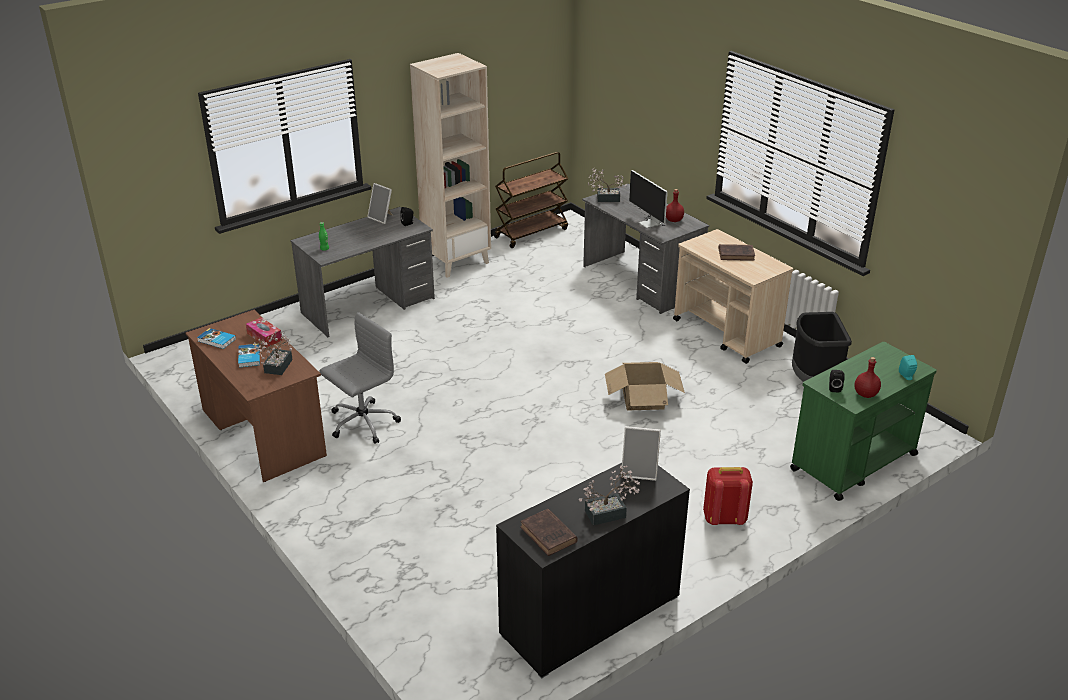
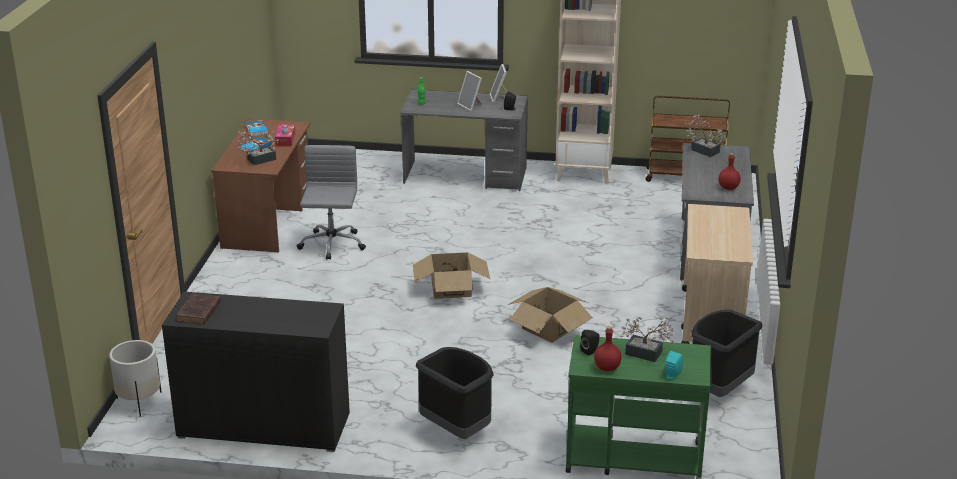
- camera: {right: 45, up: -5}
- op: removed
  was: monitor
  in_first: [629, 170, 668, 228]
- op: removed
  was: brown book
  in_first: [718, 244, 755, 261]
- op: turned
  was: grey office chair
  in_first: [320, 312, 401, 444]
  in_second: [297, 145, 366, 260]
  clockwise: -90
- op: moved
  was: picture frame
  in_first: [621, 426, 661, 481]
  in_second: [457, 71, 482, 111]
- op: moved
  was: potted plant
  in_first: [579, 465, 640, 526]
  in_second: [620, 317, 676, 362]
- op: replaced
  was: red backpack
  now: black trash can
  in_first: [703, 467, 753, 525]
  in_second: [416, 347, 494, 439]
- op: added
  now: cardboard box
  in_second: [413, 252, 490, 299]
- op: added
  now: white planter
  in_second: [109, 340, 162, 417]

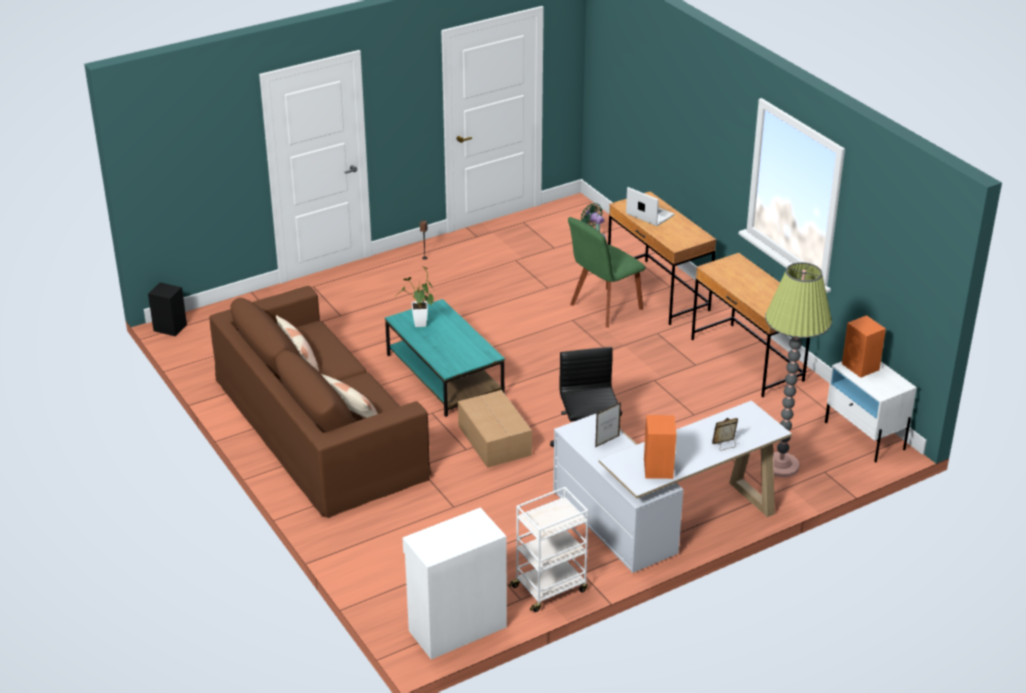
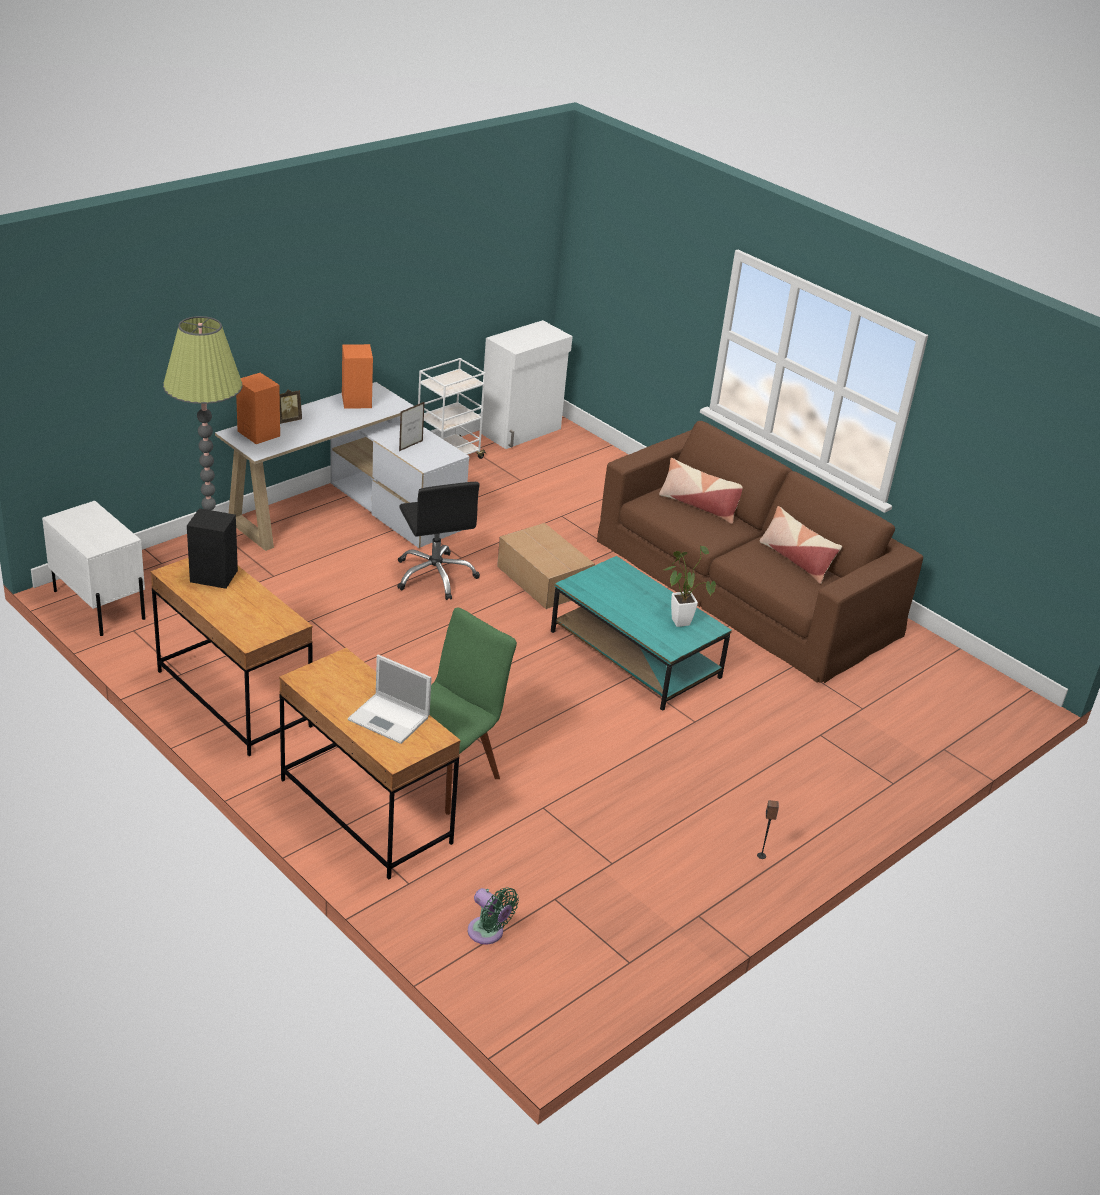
- camera: {right: 165, up: 0}
- op: moved
  was: black speaker
  in_first: [148, 282, 187, 336]
  in_second: [187, 508, 238, 589]
- op: moved
  was: orange speaker
  in_first: [842, 315, 886, 378]
  in_second: [236, 373, 280, 444]

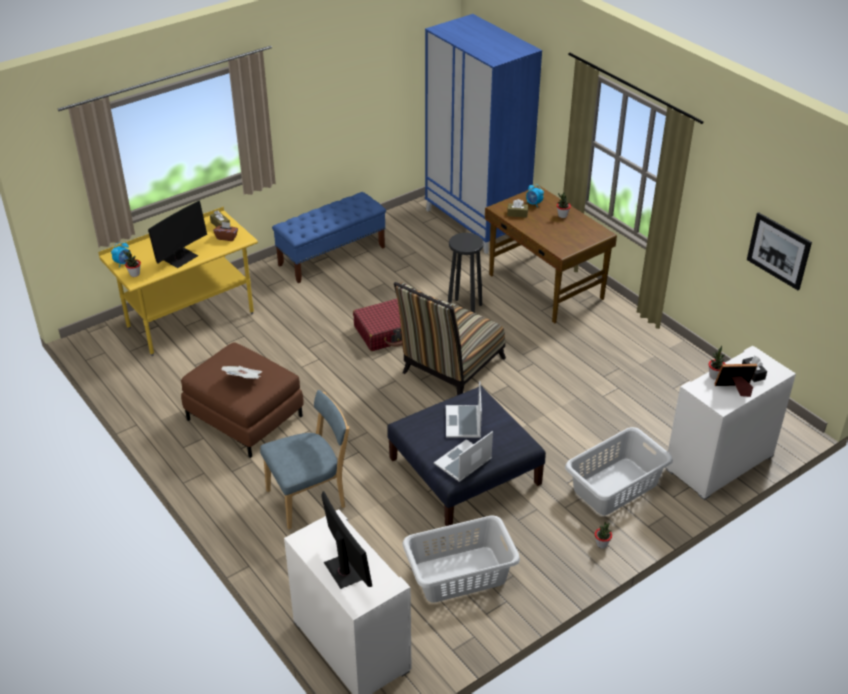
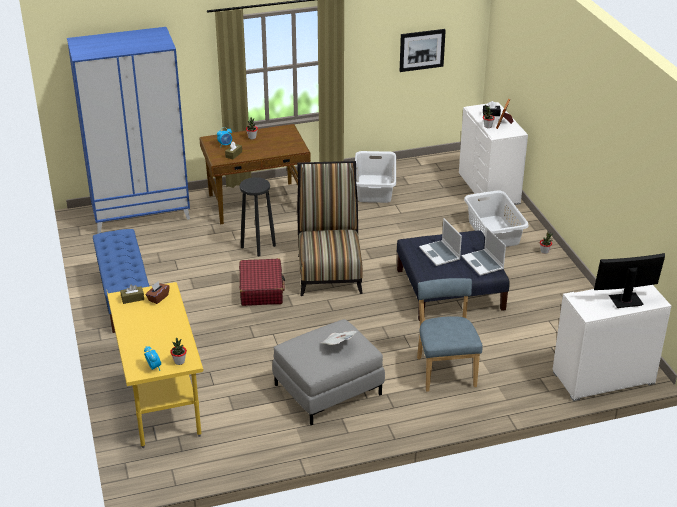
- camera: {right: -70, up: -5}
- op: removed
  was: monitor
  in_first: [148, 201, 207, 268]
- op: turned
  was: chair
  in_first: [394, 282, 506, 395]
  in_second: [297, 161, 363, 296]
  clockwise: -150
- op: recoloured
  was: brown ottoman
  now: grey ottoman
  in_first: [181, 342, 304, 458]
  in_second: [272, 319, 385, 425]
- op: turned
  was: laptop
  in_first: [446, 380, 482, 438]
  in_second: [419, 218, 462, 266]
  clockwise: 45
- op: moved
  was: grey laundry basket
  in_first: [402, 516, 520, 603]
  in_second: [355, 151, 396, 203]

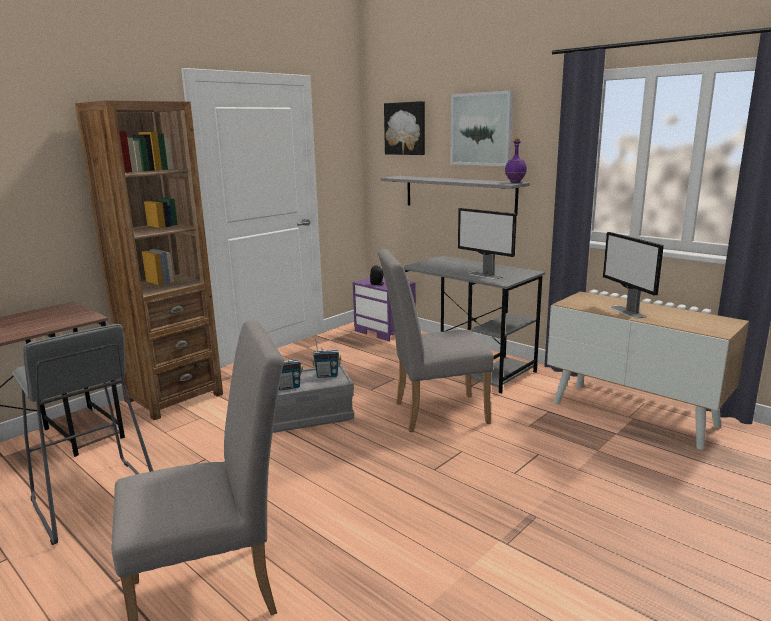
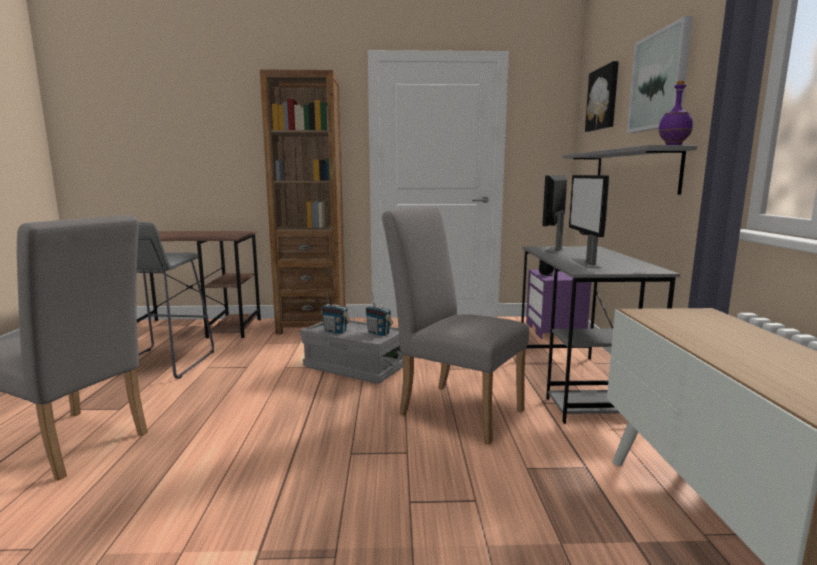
- camera: {right: 45, up: -5}
- op: moved
  was: monitor
  in_first: [603, 232, 664, 319]
  in_second: [542, 175, 567, 253]

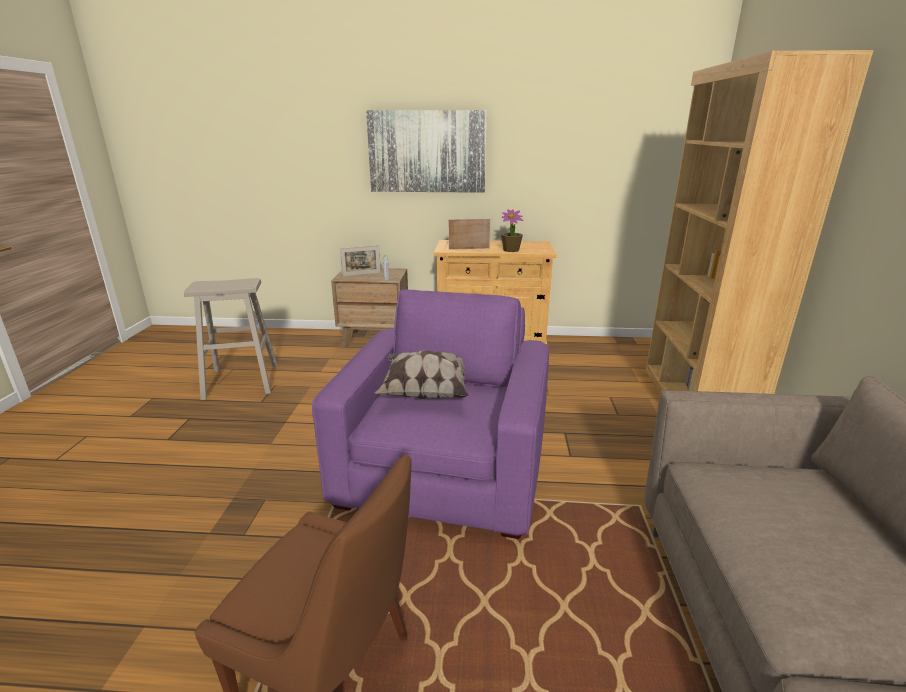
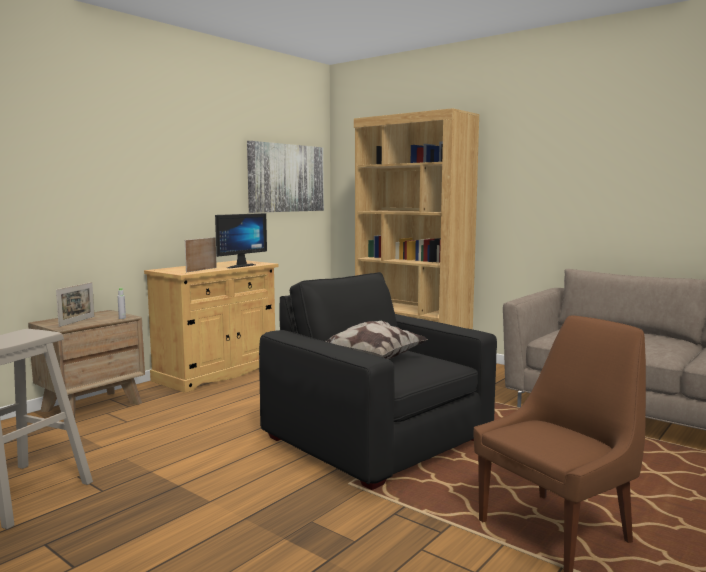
- camera: {right: -55, up: -15}
- op: moved
  was: picture
  in_first: [366, 110, 487, 193]
  in_second: [247, 141, 324, 213]
- op: replaced
  was: potted plant
  now: monitor
  in_first: [501, 209, 523, 252]
  in_second: [215, 213, 267, 268]
- op: recoloured
  was: purple armchair
  now: black armchair
  in_first: [312, 289, 549, 539]
  in_second: [259, 272, 497, 490]

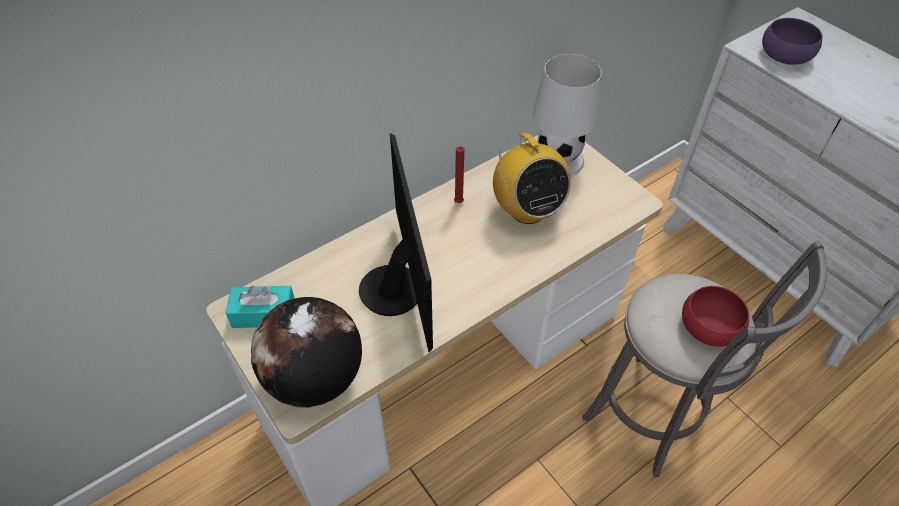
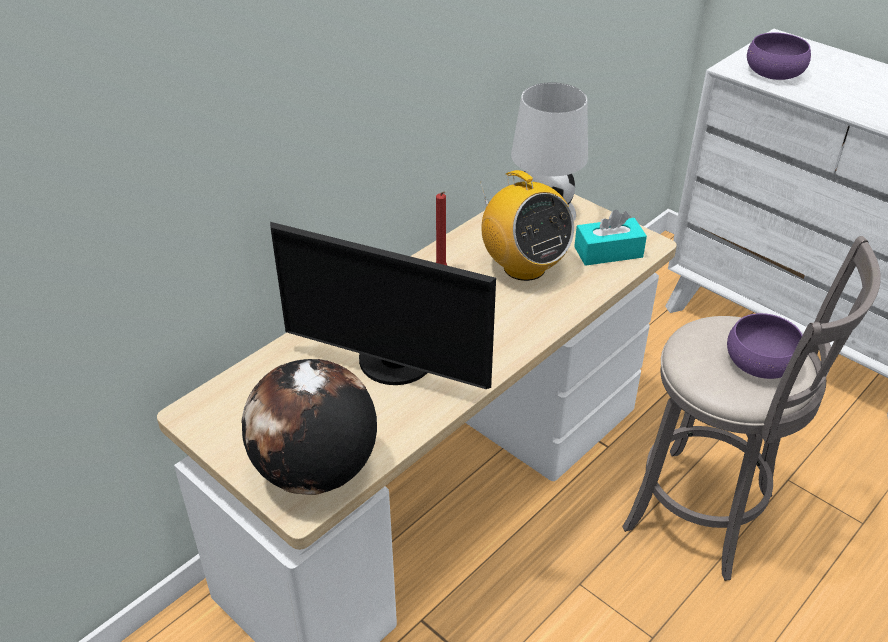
- camera: {right: -10, up: -10}
- op: turned
  was: monitor
  in_first: [359, 133, 433, 352]
  in_second: [270, 222, 496, 389]
  clockwise: 135
- op: moved
  was: turquoise tissue box
  in_first: [226, 286, 295, 328]
  in_second: [574, 209, 647, 266]
- op: recoloured
  was: red bowl
  now: purple bowl
  in_first: [682, 286, 749, 347]
  in_second: [727, 313, 802, 379]

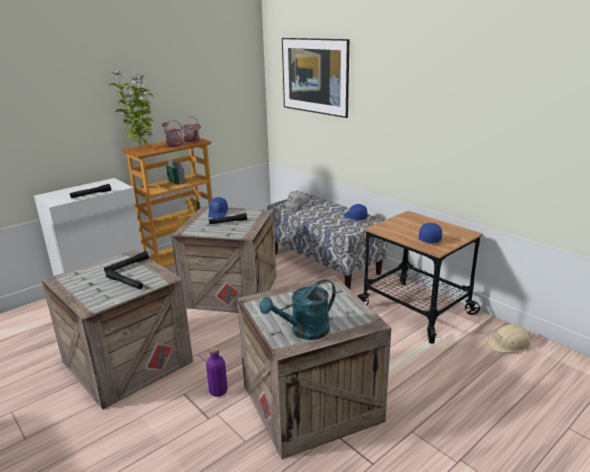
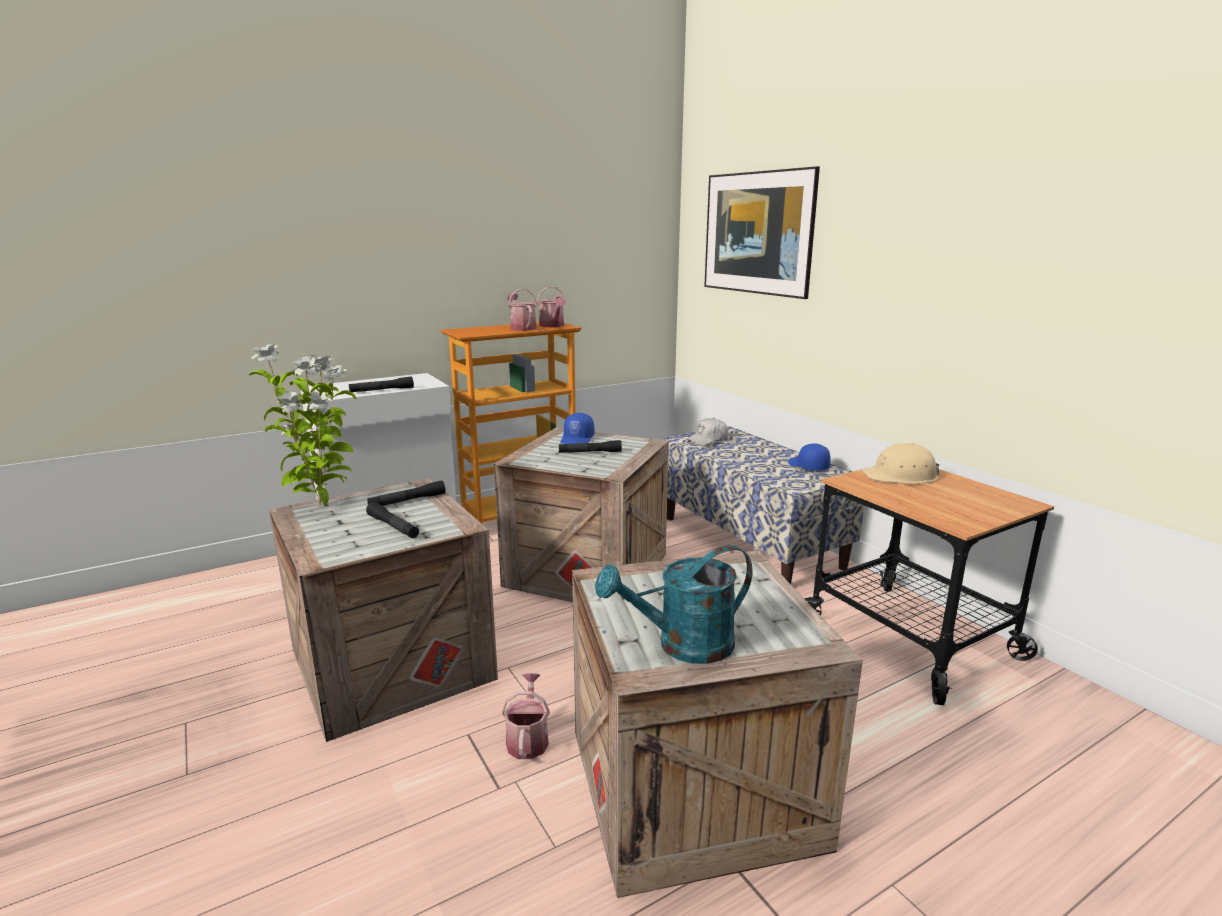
- camera: {right: 10, up: -5}
- op: moved
  was: potted plant
  in_first: [109, 70, 154, 148]
  in_second: [249, 344, 356, 506]
- op: removed
  was: blue cap
  in_first: [419, 223, 442, 243]
- op: moved
  was: beige hard hat
  in_first: [486, 324, 531, 353]
  in_second: [862, 443, 939, 484]
- op: replaced
  was: purple bottle
  now: watering can
  in_first: [206, 347, 228, 397]
  in_second: [502, 673, 550, 759]

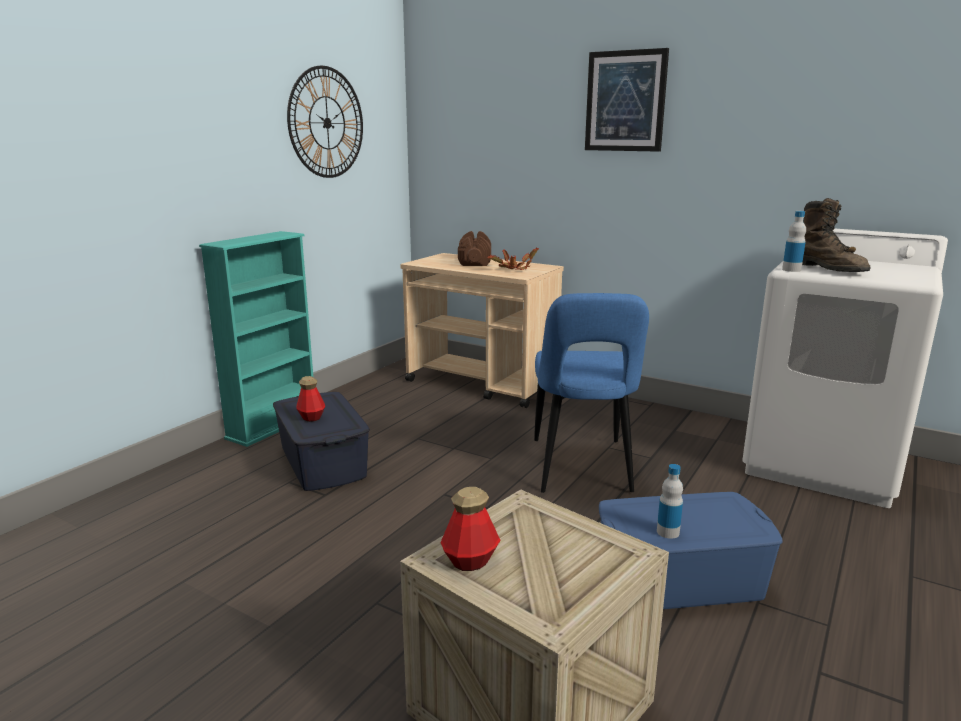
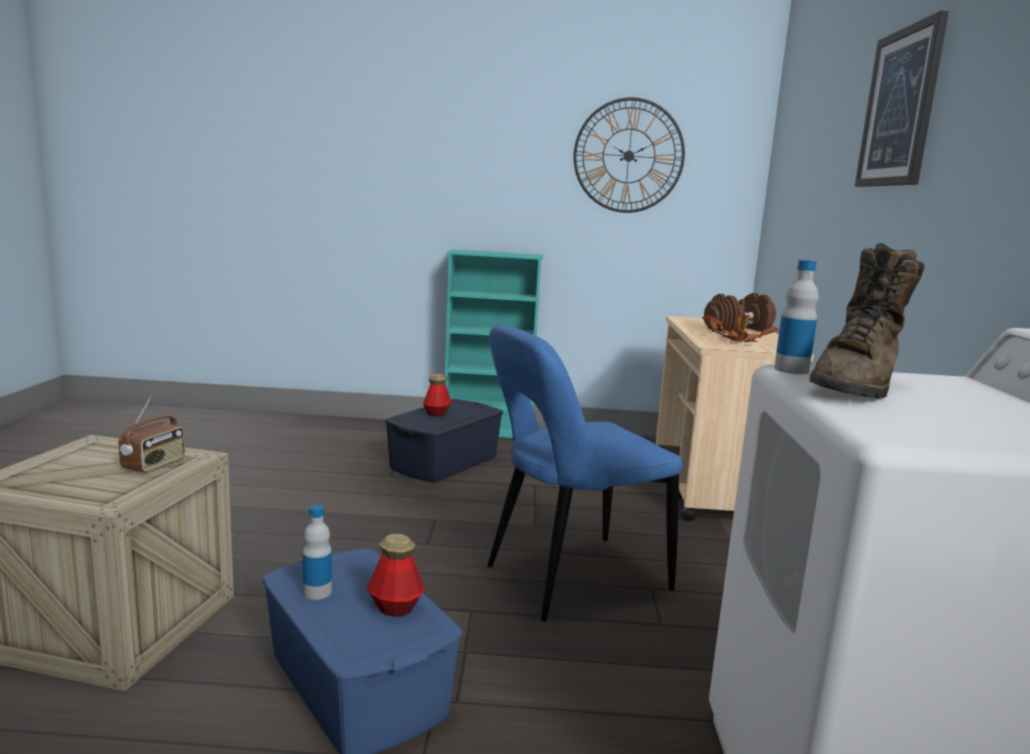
- camera: {right: 60, up: -5}
- op: moved
  was: bottle
  in_first: [440, 487, 501, 571]
  in_second: [366, 534, 425, 617]
- op: added
  now: radio
  in_second: [118, 396, 185, 473]

